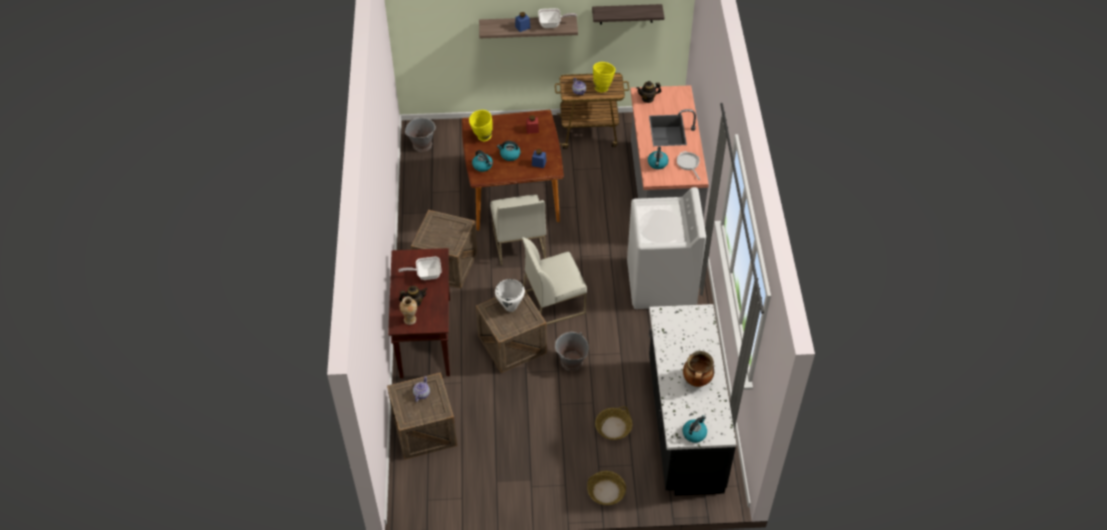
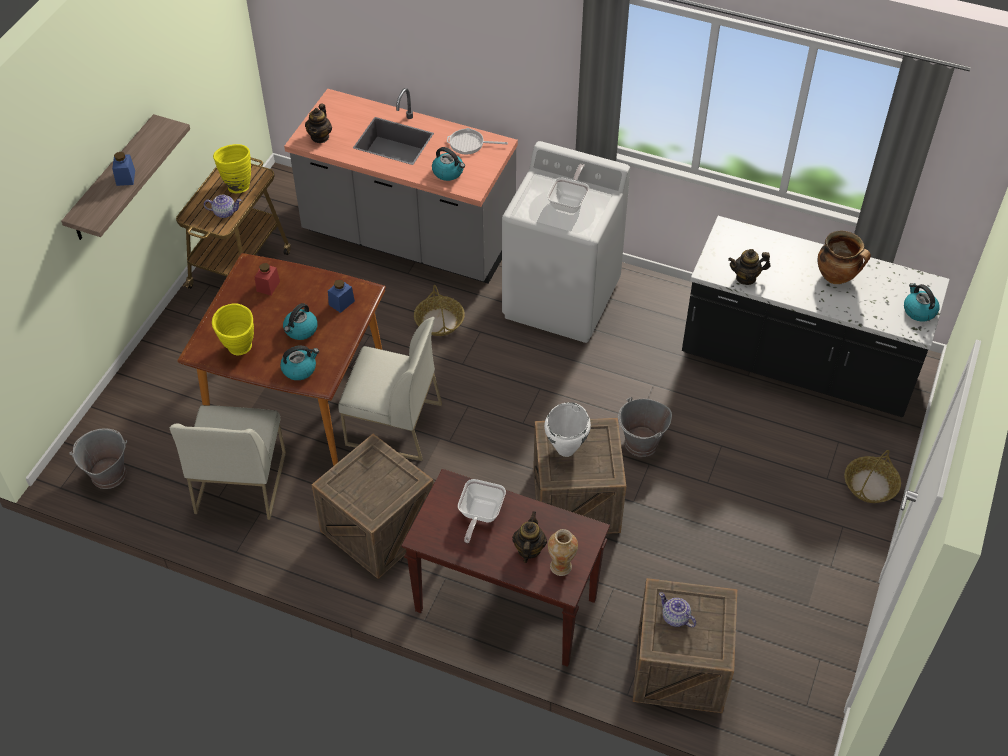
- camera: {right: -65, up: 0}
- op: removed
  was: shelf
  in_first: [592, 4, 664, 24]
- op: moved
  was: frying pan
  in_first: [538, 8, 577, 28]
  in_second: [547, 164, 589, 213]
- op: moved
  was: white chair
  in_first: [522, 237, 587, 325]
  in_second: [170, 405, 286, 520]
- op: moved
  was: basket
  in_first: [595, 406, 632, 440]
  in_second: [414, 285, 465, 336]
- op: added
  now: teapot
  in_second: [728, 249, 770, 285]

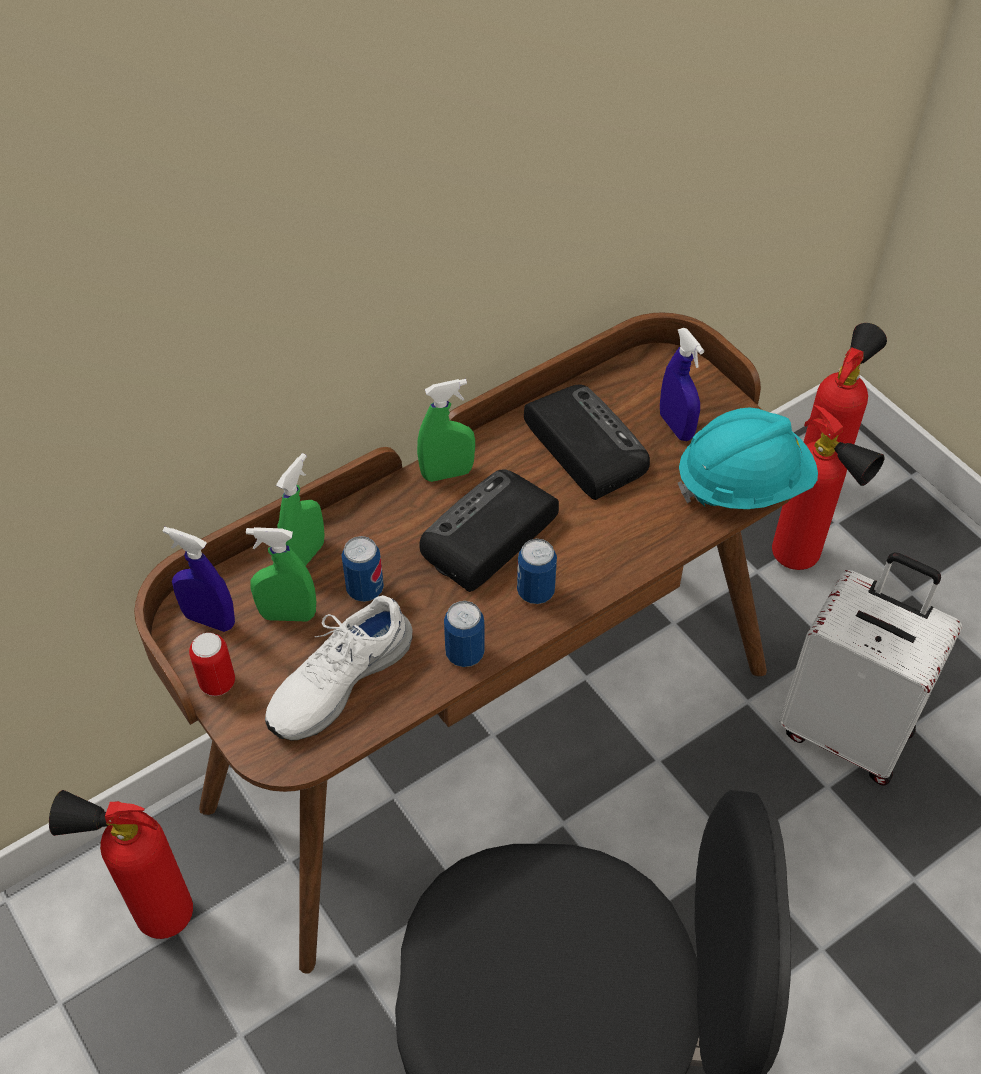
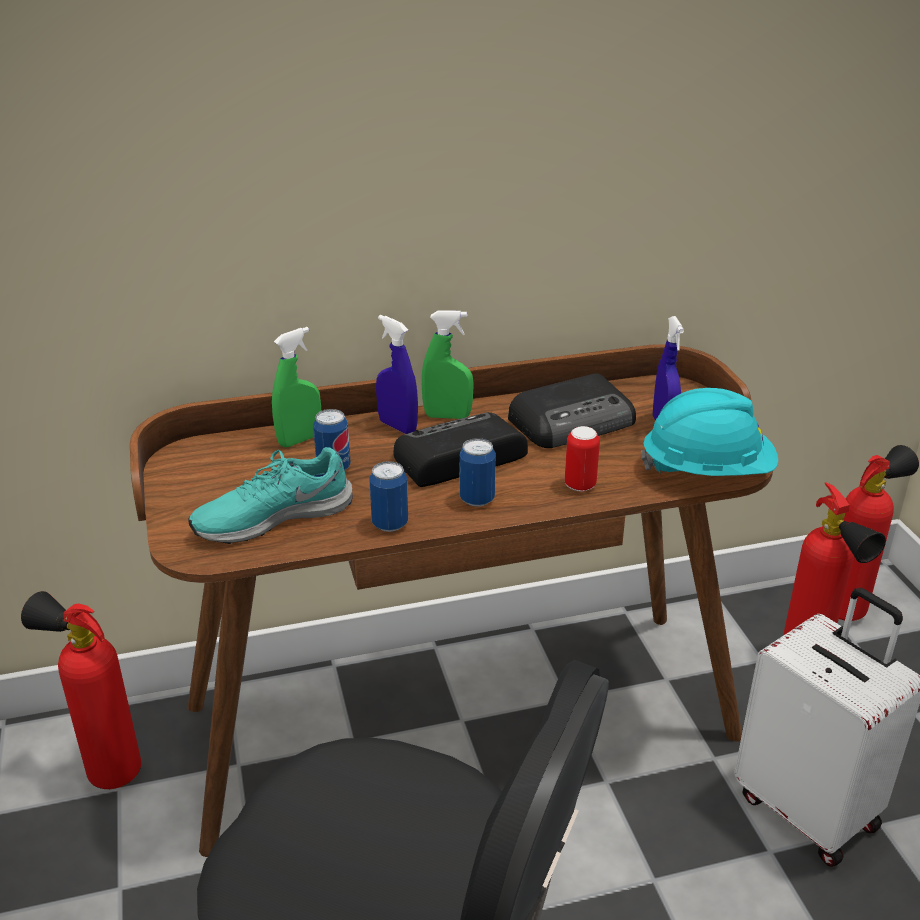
- camera: {right: 20, up: -20}
- op: turned
  was: radio
  in_first: [524, 385, 650, 500]
  in_second: [508, 374, 636, 448]
  clockwise: 75
- op: moved
  was: blue spray bottle
  in_first: [163, 527, 235, 632]
  in_second: [376, 315, 418, 434]
- op: removed
  was: green spray bottle
  in_first: [246, 527, 316, 621]
- op: recoloured
  was: white shoe
  now: turquoise shoe
  in_first: [265, 595, 413, 741]
  in_second: [189, 447, 352, 544]
- op: moved
  was: can
  in_first: [189, 632, 235, 696]
  in_second: [565, 426, 600, 491]

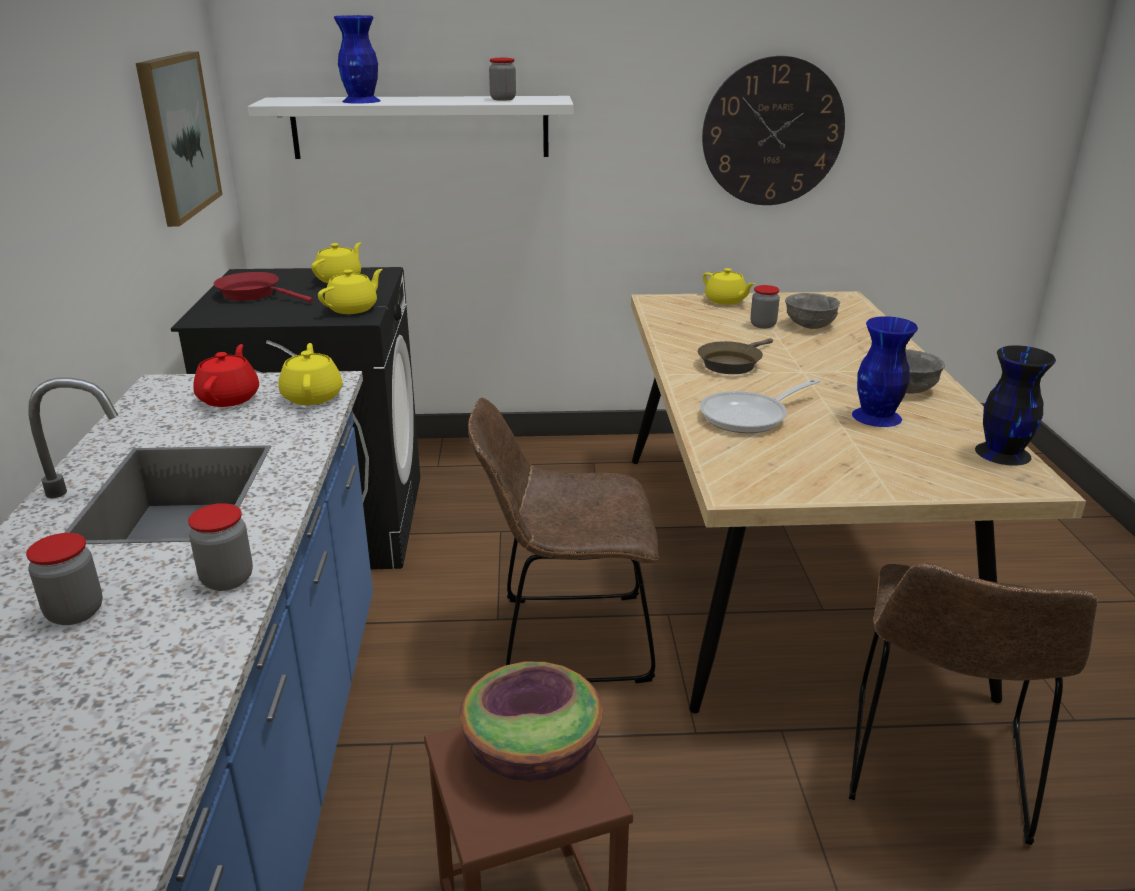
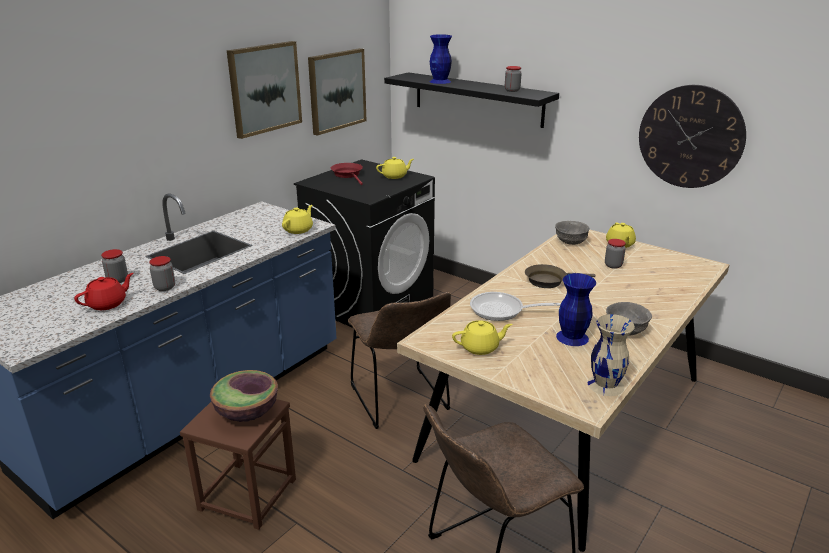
- camera: {right: 40, up: 0}
- op: recoloured
  was: white shelf
  now: black shelf
  in_first: [248, 96, 574, 159]
  in_second: [384, 72, 559, 128]
- op: moved
  was: yellow teapot
  in_first: [318, 269, 383, 314]
  in_second: [452, 320, 512, 355]
- op: moved
  was: grey bowl
  in_first: [785, 293, 840, 329]
  in_second: [555, 221, 590, 245]
- op: moved
  was: red teapot
  in_first: [193, 344, 259, 407]
  in_second: [74, 273, 133, 310]
- op: recoloured
  was: black vase
  now: beige vase
  in_first: [975, 345, 1056, 466]
  in_second: [588, 314, 635, 396]
- op: turned
  was: brown chair
  in_first: [468, 397, 659, 683]
  in_second: [348, 292, 451, 429]
  clockwise: -150
- op: added
  now: picture
  in_second: [227, 41, 302, 139]

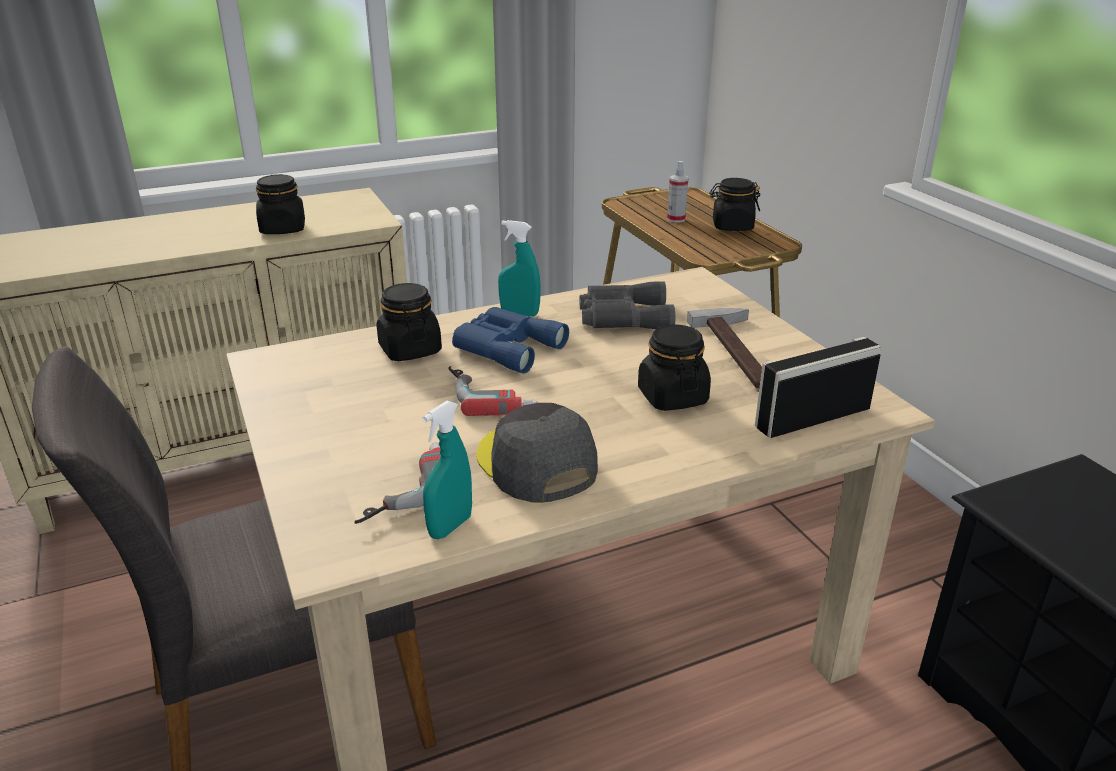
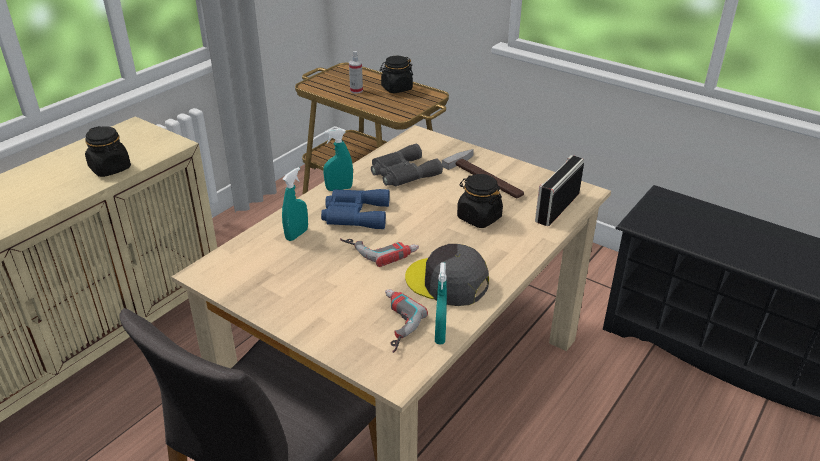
- camera: {right: -30, up: 5}
- op: replaced
  was: black jar
  now: turquoise spray bottle
  in_first: [377, 283, 442, 361]
  in_second: [282, 167, 308, 241]

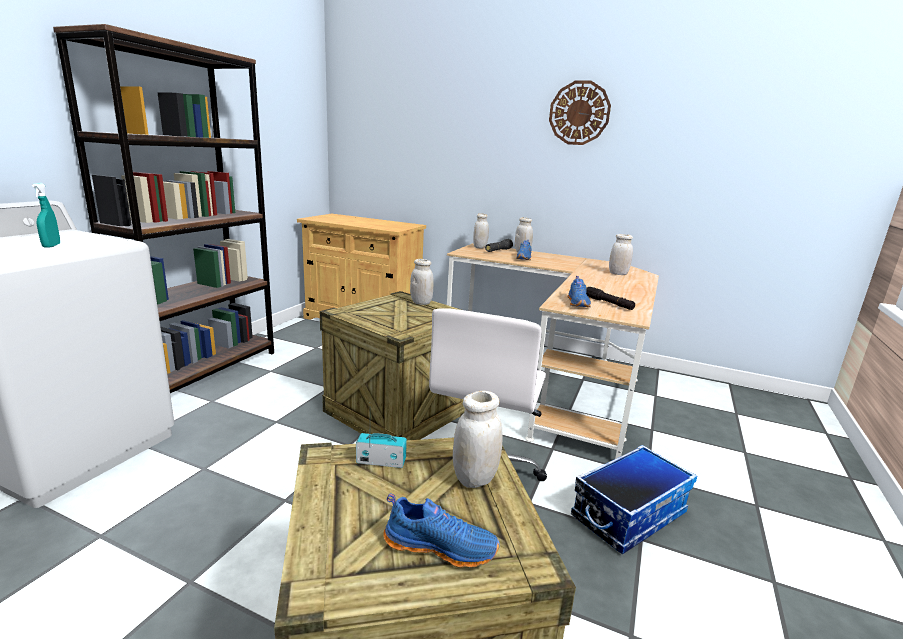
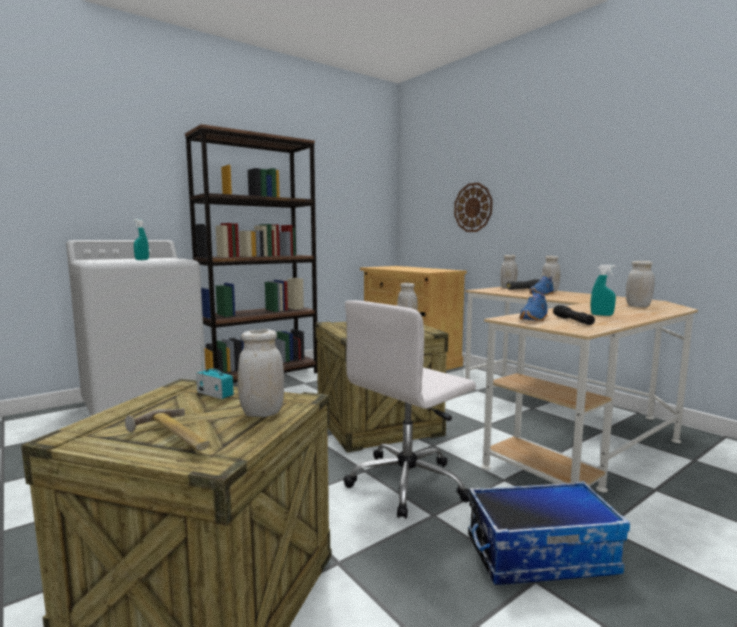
- camera: {right: 30, up: -10}
- op: moved
  was: wall clock
  in_first: [549, 81, 611, 145]
  in_second: [454, 183, 493, 232]
- op: replaced
  was: blue shoe
  now: hammer
  in_first: [384, 494, 500, 568]
  in_second: [125, 408, 210, 451]
- op: added
  now: turquoise spray bottle
  in_second: [591, 265, 616, 316]

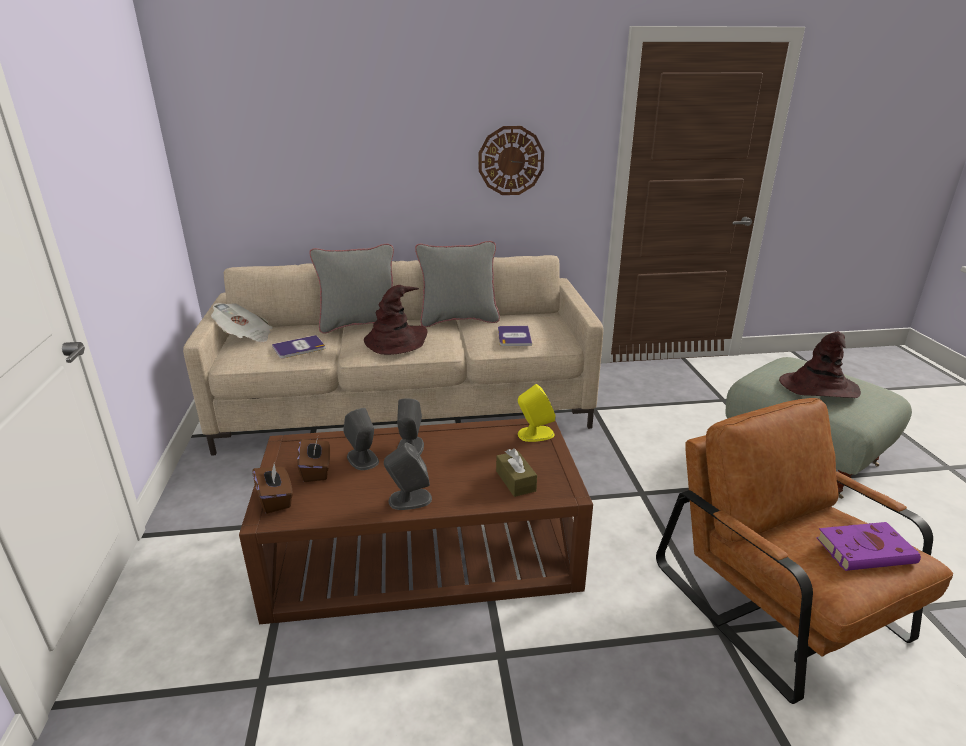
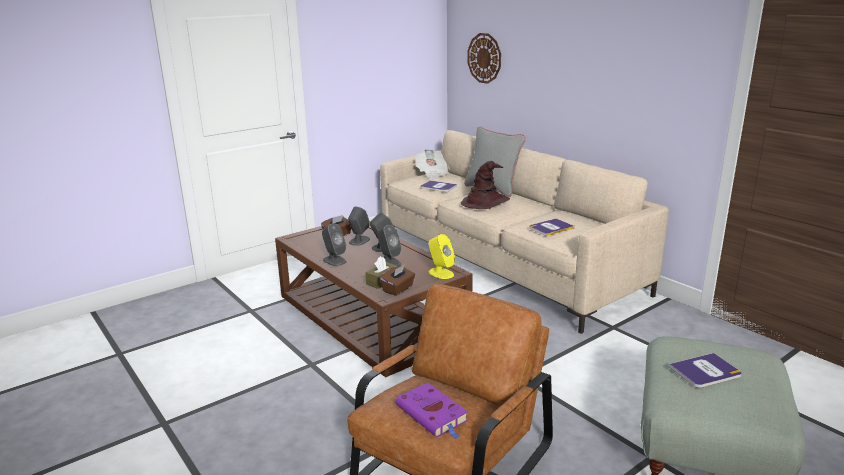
- camera: {right: 60, up: -5}
- op: moved
  was: wall clock
  in_first: [479, 126, 544, 195]
  in_second: [467, 33, 501, 84]
- op: removed
  was: grey pillow
  in_first: [415, 241, 500, 327]
- op: replaced
  was: brown hat
  now: book
  in_first: [779, 332, 861, 398]
  in_second: [669, 353, 742, 388]
- op: moved
  was: brown tissue box
  in_first: [253, 461, 293, 514]
  in_second: [380, 264, 415, 296]
- op: added
  now: grey speaker
  in_second: [377, 225, 401, 266]

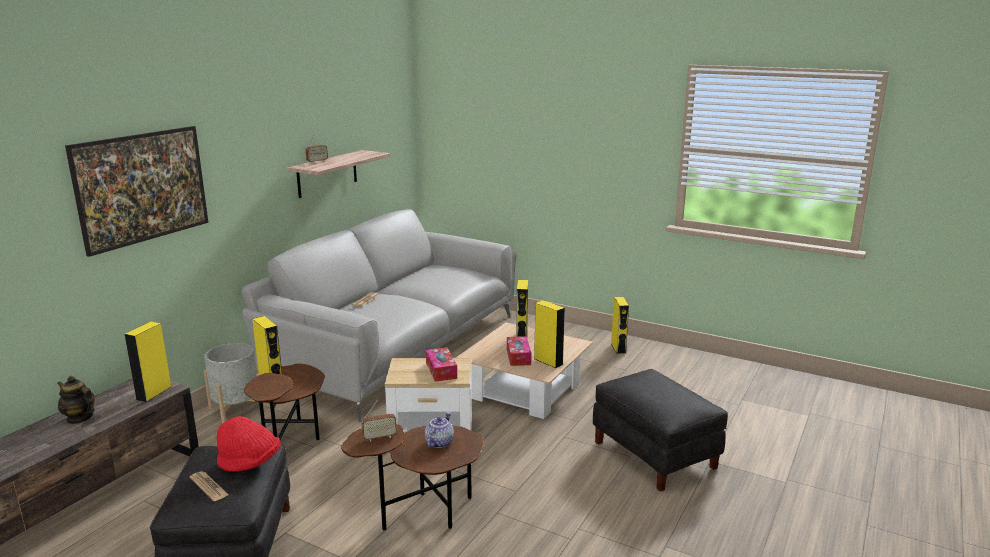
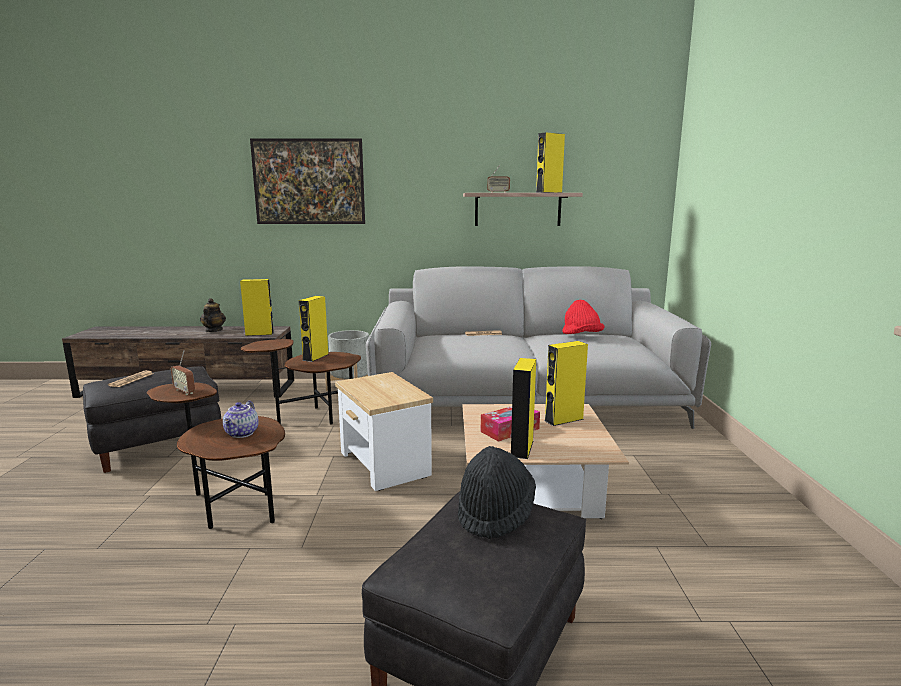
- camera: {right: 60, up: -5}
- op: moved
  was: yellow speaker
  in_first: [611, 297, 629, 354]
  in_second: [536, 132, 565, 193]
- op: removed
  was: tissue box
  in_first: [426, 347, 457, 382]
- op: turned
  was: teapot
  in_first: [425, 413, 454, 448]
  in_second: [223, 401, 259, 438]
  clockwise: 105
- op: moved
  was: red hat
  in_first: [217, 416, 281, 472]
  in_second: [562, 300, 604, 334]
- op: added
  now: black hat
  in_second: [458, 446, 536, 540]

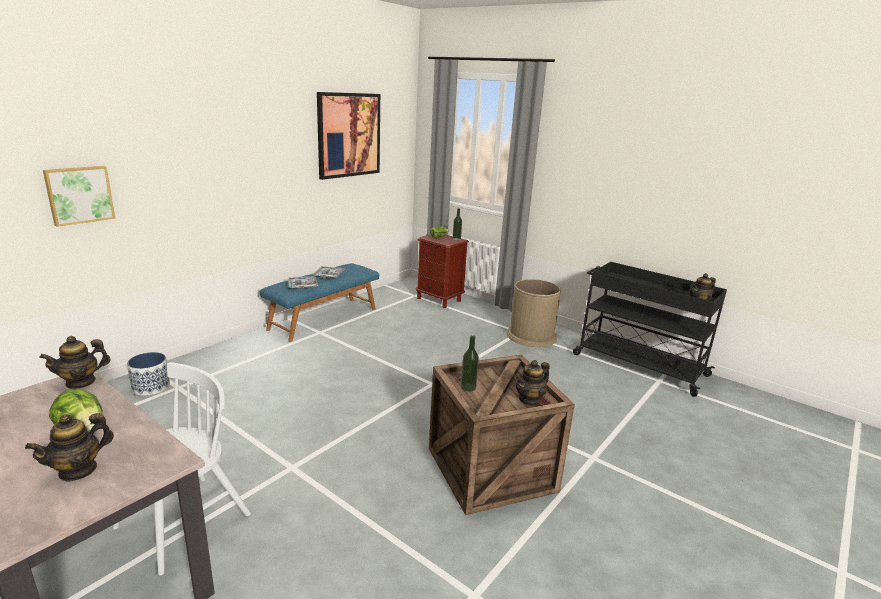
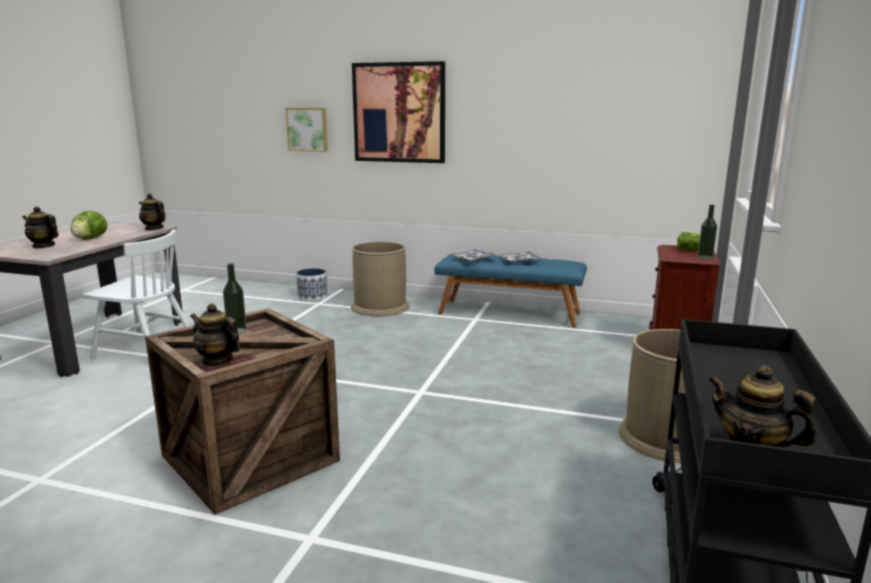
- camera: {right: 70, up: -5}
- op: moved
  was: picture
  in_first: [317, 92, 380, 180]
  in_second: [352, 61, 445, 163]
- op: added
  now: brown trash can
  in_second: [351, 242, 410, 316]

